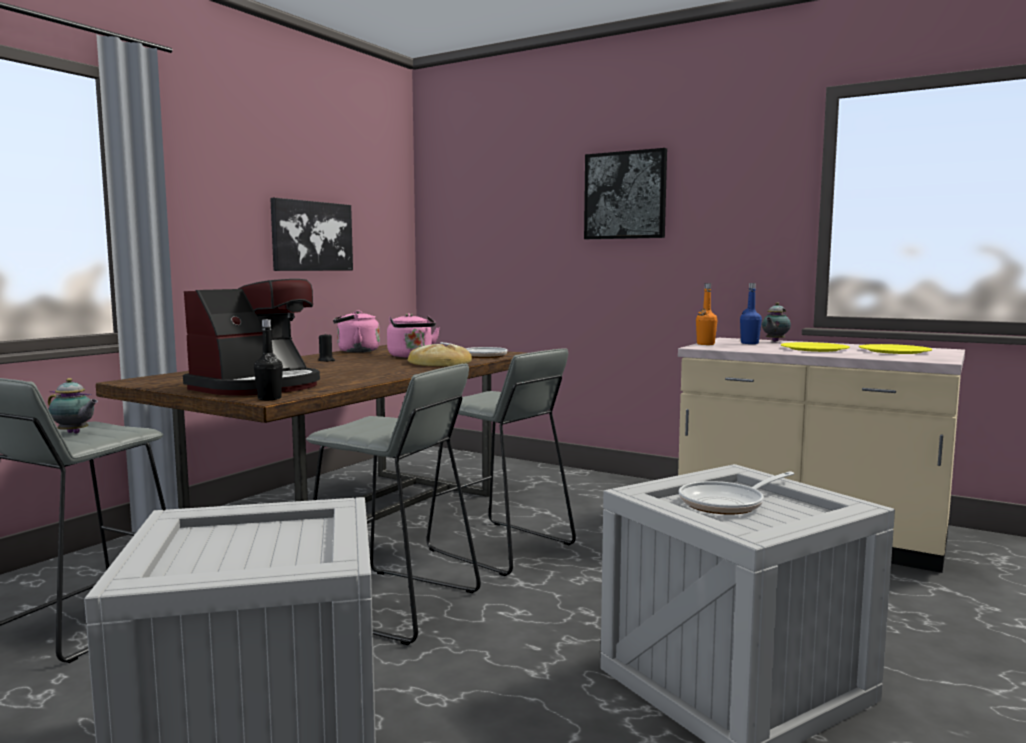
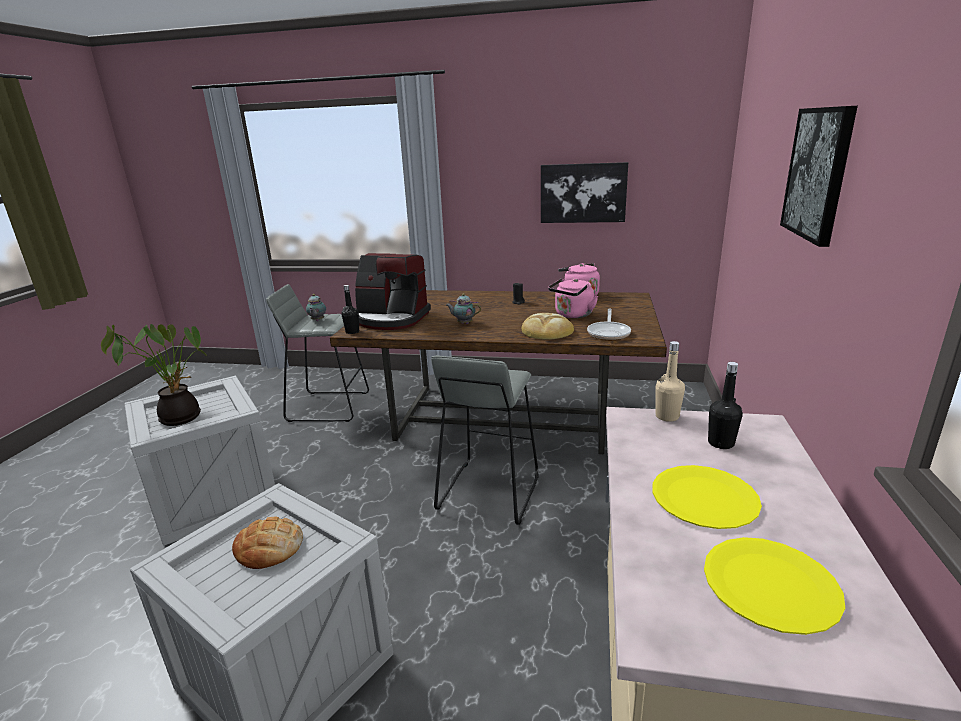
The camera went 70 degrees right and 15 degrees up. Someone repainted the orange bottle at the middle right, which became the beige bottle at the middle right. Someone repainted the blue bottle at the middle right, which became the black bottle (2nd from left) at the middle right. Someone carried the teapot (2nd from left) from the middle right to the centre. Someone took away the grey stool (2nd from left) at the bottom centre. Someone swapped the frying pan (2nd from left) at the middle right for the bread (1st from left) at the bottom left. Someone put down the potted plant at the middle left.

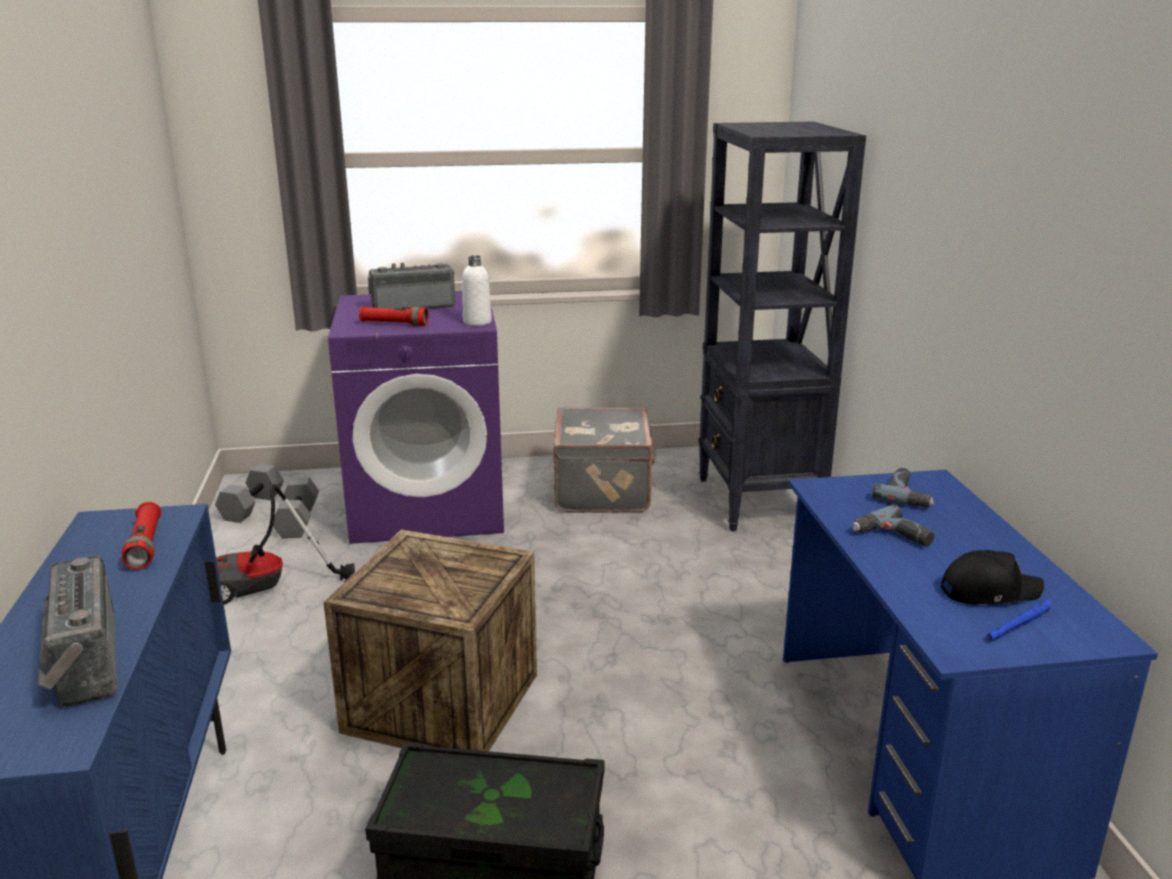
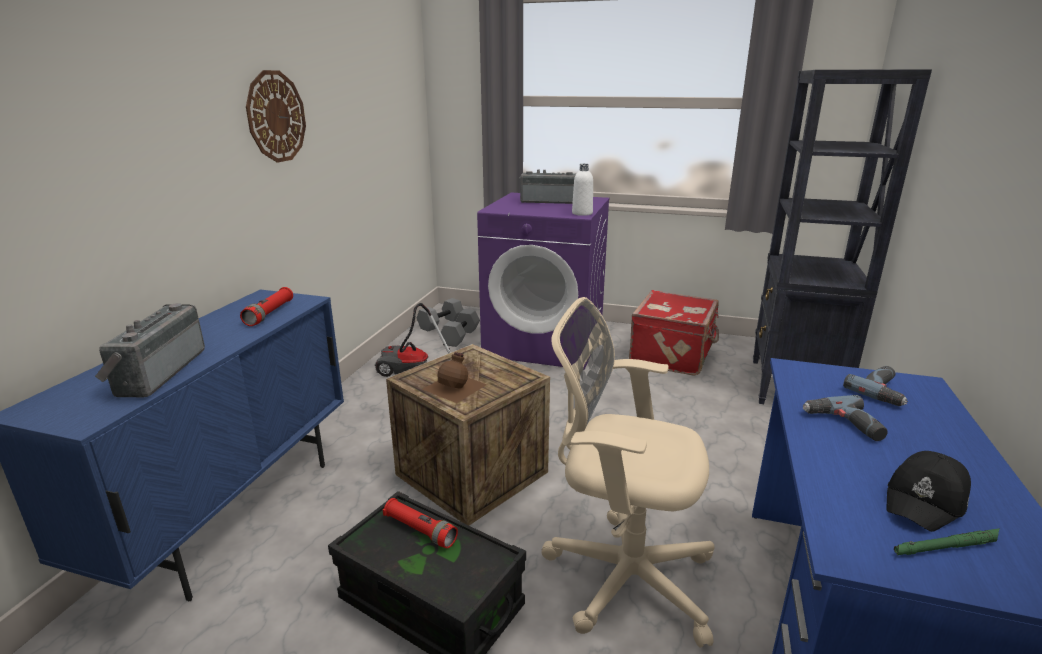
The camera went 25 degrees right and 0 degrees up. Someone carried the red flashlight (2nd from left) from the centre to the bottom centre. Someone repainted the grey suitcase at the centre, which became the red suitcase at the centre. Someone rotated the black cap at the middle right by 120 degrees clockwise. Someone repainted the blue flashlight at the bottom right, which became the green flashlight at the bottom right. Someone put up the wall clock at the top left. Someone put down the beige office chair at the bottom centre. Someone put down the brown bottle at the centre.

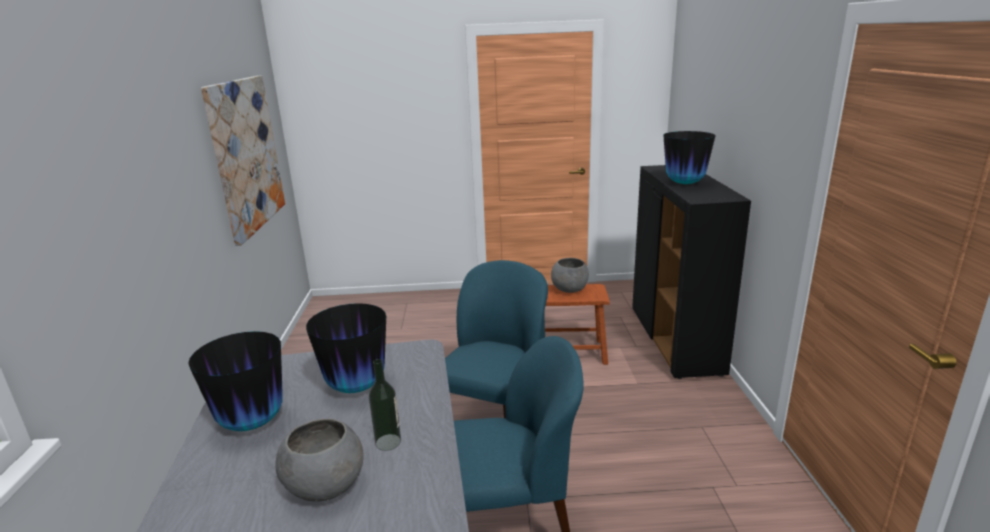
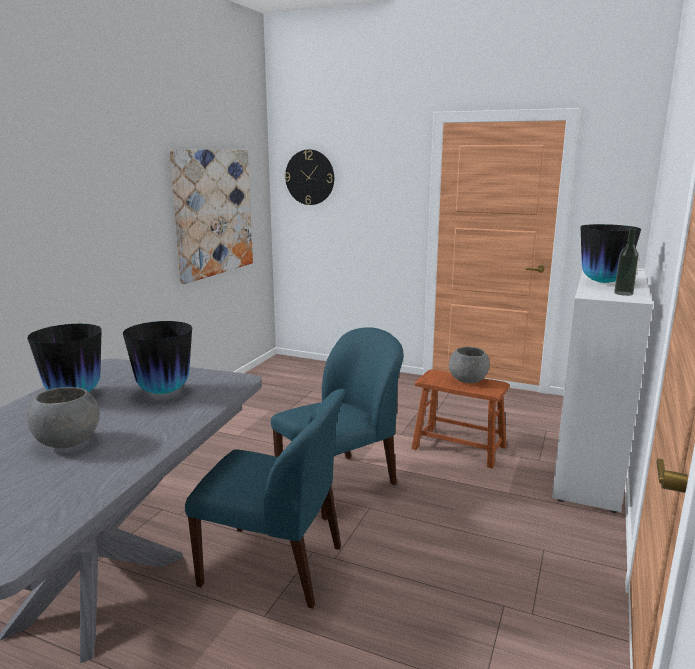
The camera went 25 degrees right and 5 degrees down. Someone repainted the black cabinet at the middle right, which became the white cabinet at the middle right. Someone carried the bottle from the bottom centre to the middle right. Someone put up the wall clock at the top centre.

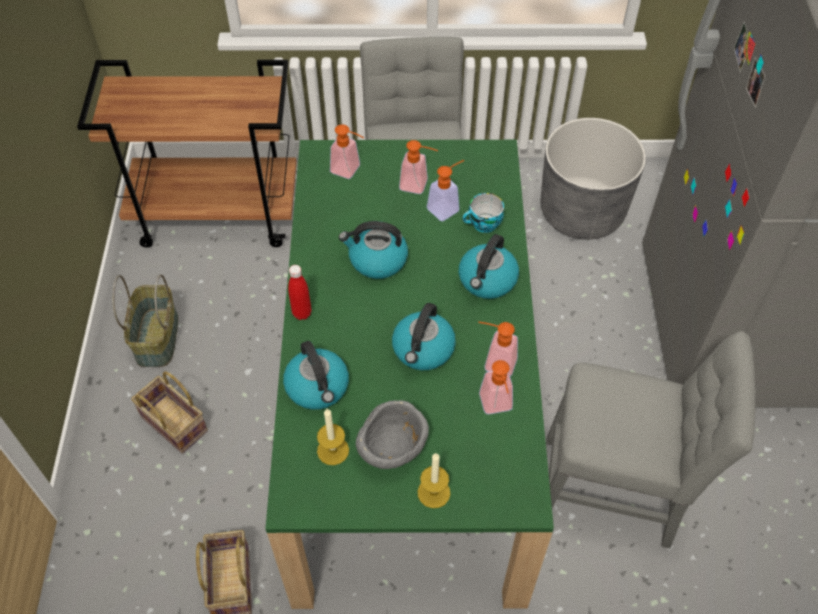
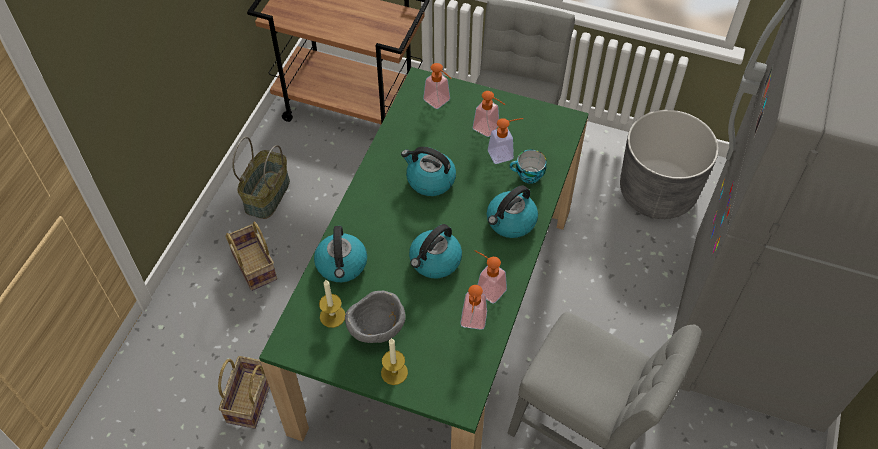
The camera went 20 degrees right and 0 degrees up. Someone took away the red bottle at the centre.

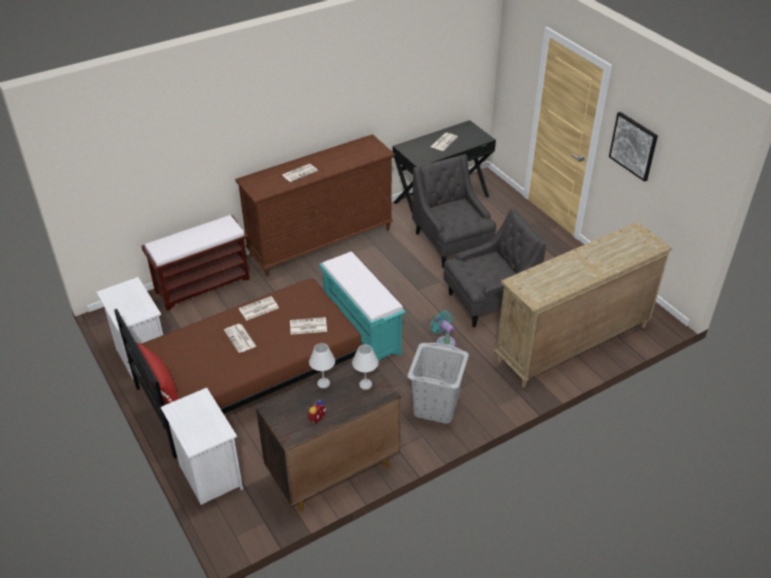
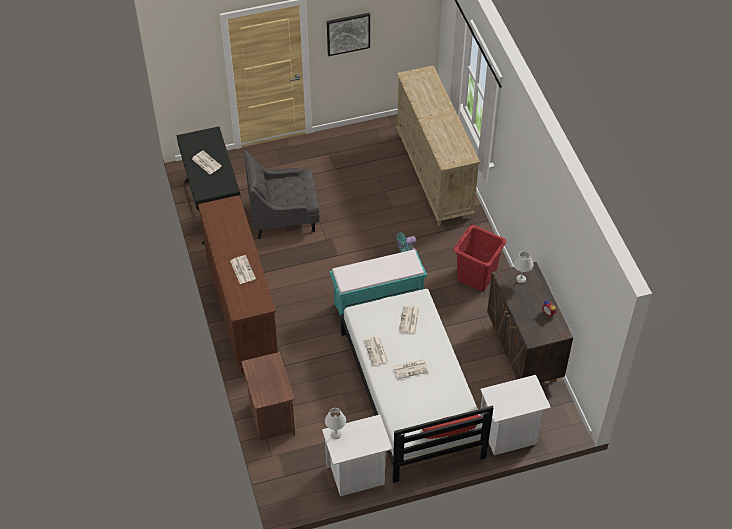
The camera went 75 degrees left and 10 degrees up. Someone took away the grey armchair (2nd from left) at the centre. Someone swapped the brown bench at the middle left for the brown nightstand at the bottom centre. Someone repainted the brown bed at the middle left, which became the white bed at the bottom centre. Someone carried the white table lamp (1st from left) from the centre to the bottom centre. Someone repainted the grey laundry basket at the centre, which became the red laundry basket at the centre.

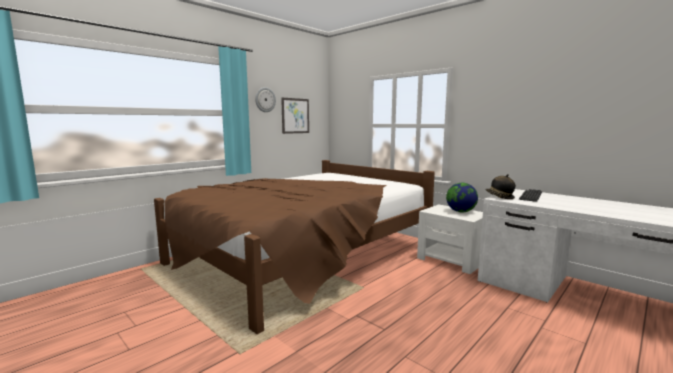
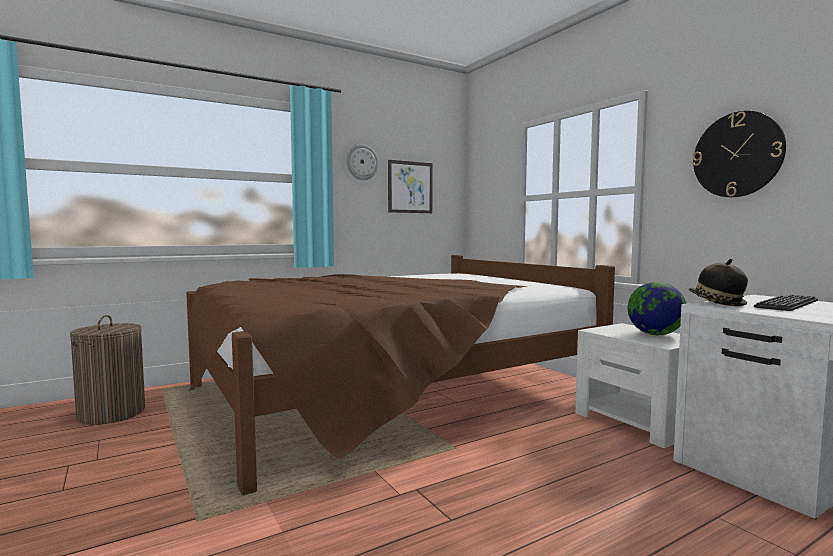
The camera went 15 degrees right and 5 degrees down. Someone put up the wall clock (2nd from left) at the top right. Someone put down the laundry basket at the middle left.

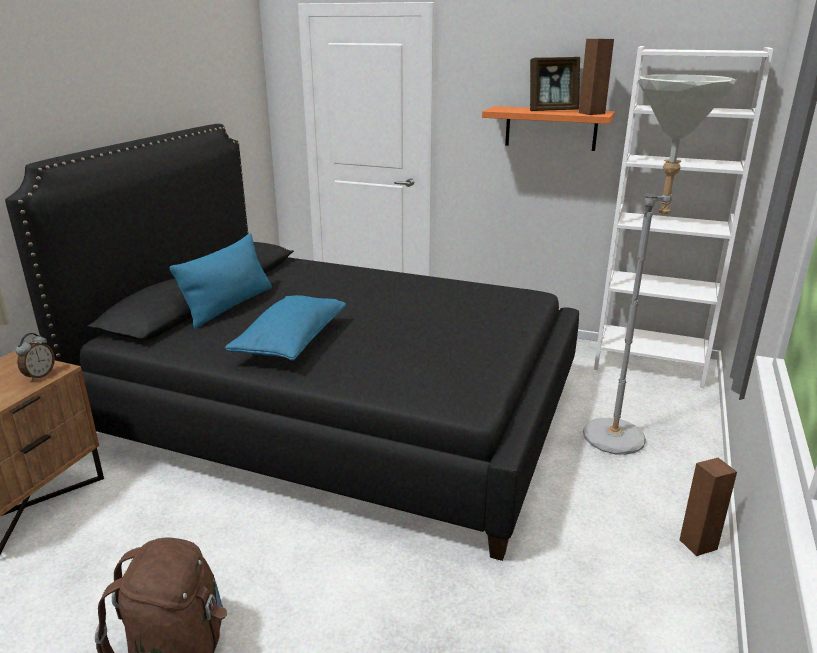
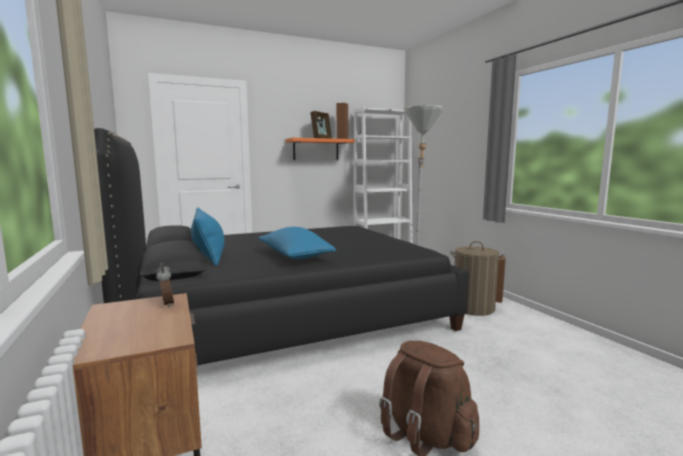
The camera went 45 degrees left and 15 degrees down. Someone put down the laundry basket at the middle right.

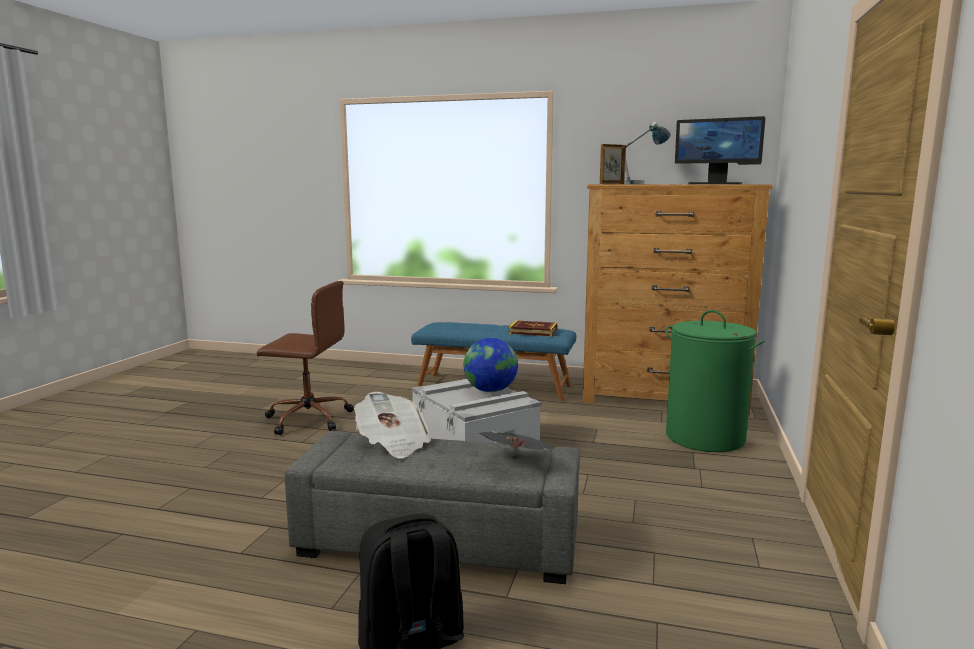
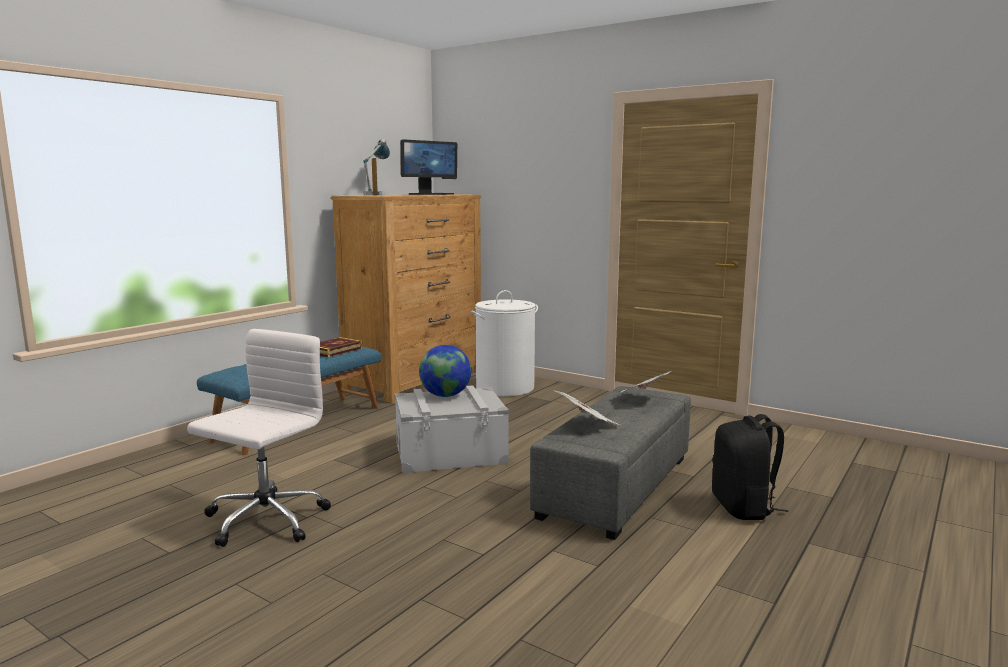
The camera went 70 degrees left and 0 degrees up. Someone repainted the brown office chair at the middle left, which became the white office chair at the middle left. Someone repainted the green laundry basket at the middle right, which became the white laundry basket at the centre.

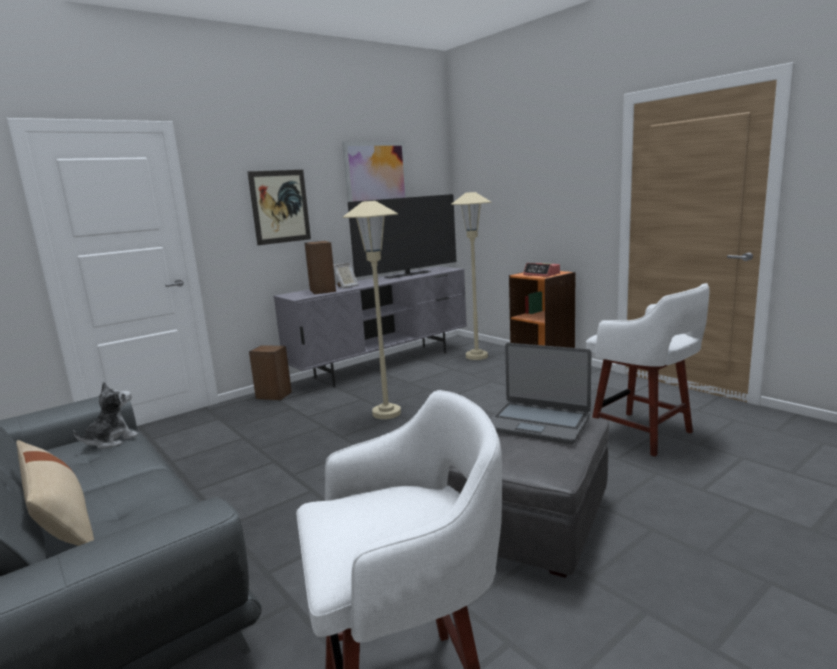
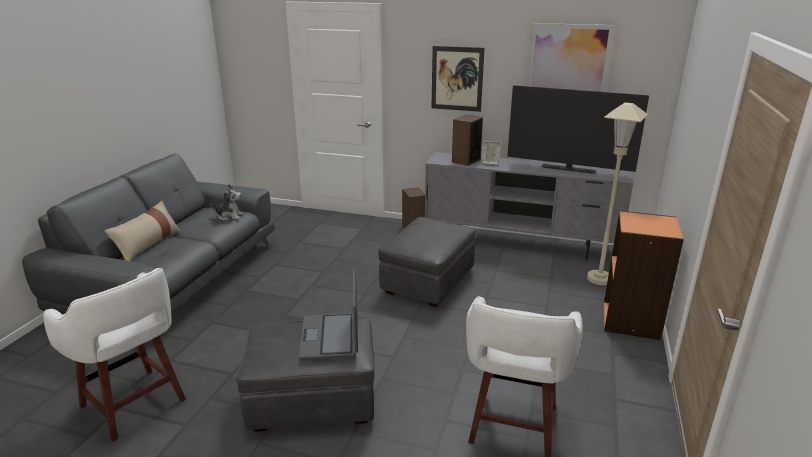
The camera went 55 degrees right and 10 degrees up. Someone swapped the beige floor lamp (1st from left) at the centre for the grey ottoman (2nd from left) at the centre. Someone took away the alarm clock at the centre.

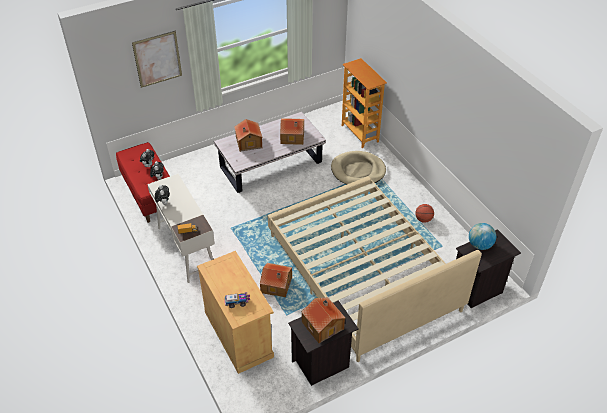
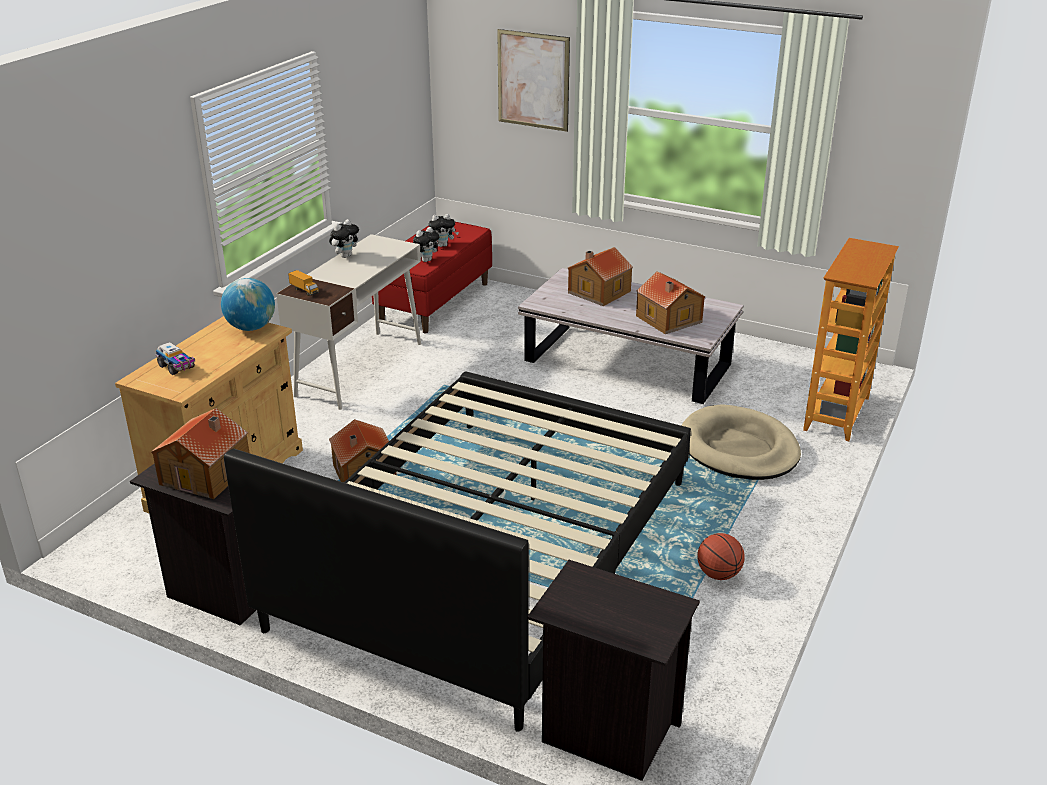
The camera went 55 degrees right and 15 degrees down. Someone repainted the beige bed at the centre, which became the black bed at the bottom centre. Someone carried the globe from the middle right to the middle left.

